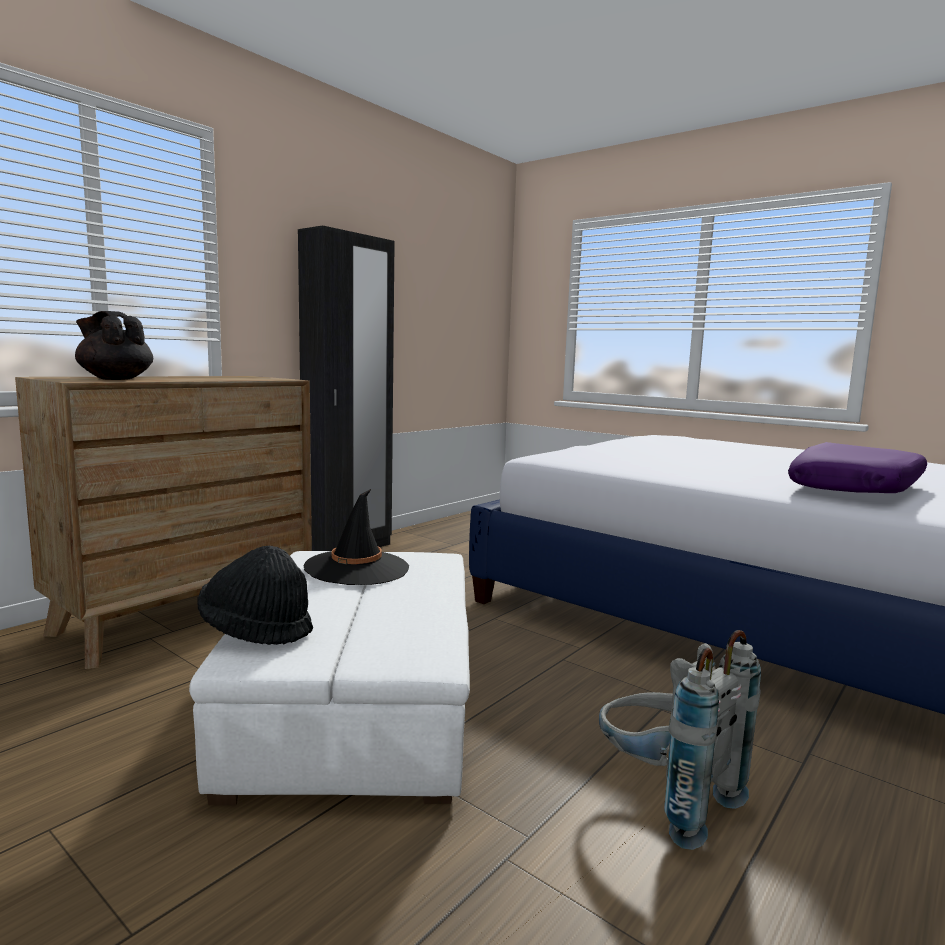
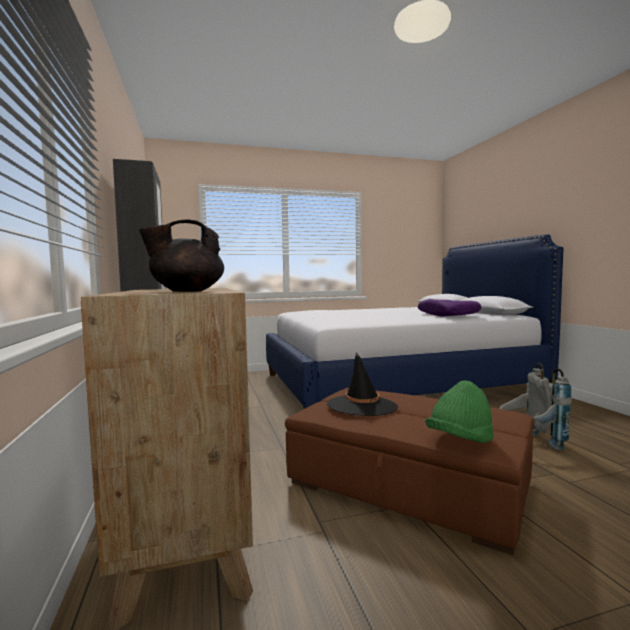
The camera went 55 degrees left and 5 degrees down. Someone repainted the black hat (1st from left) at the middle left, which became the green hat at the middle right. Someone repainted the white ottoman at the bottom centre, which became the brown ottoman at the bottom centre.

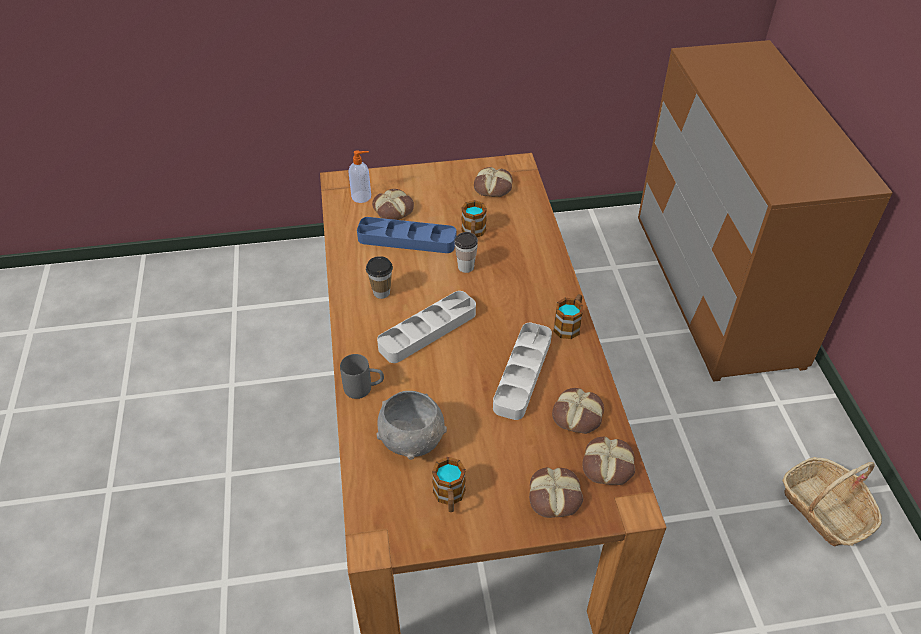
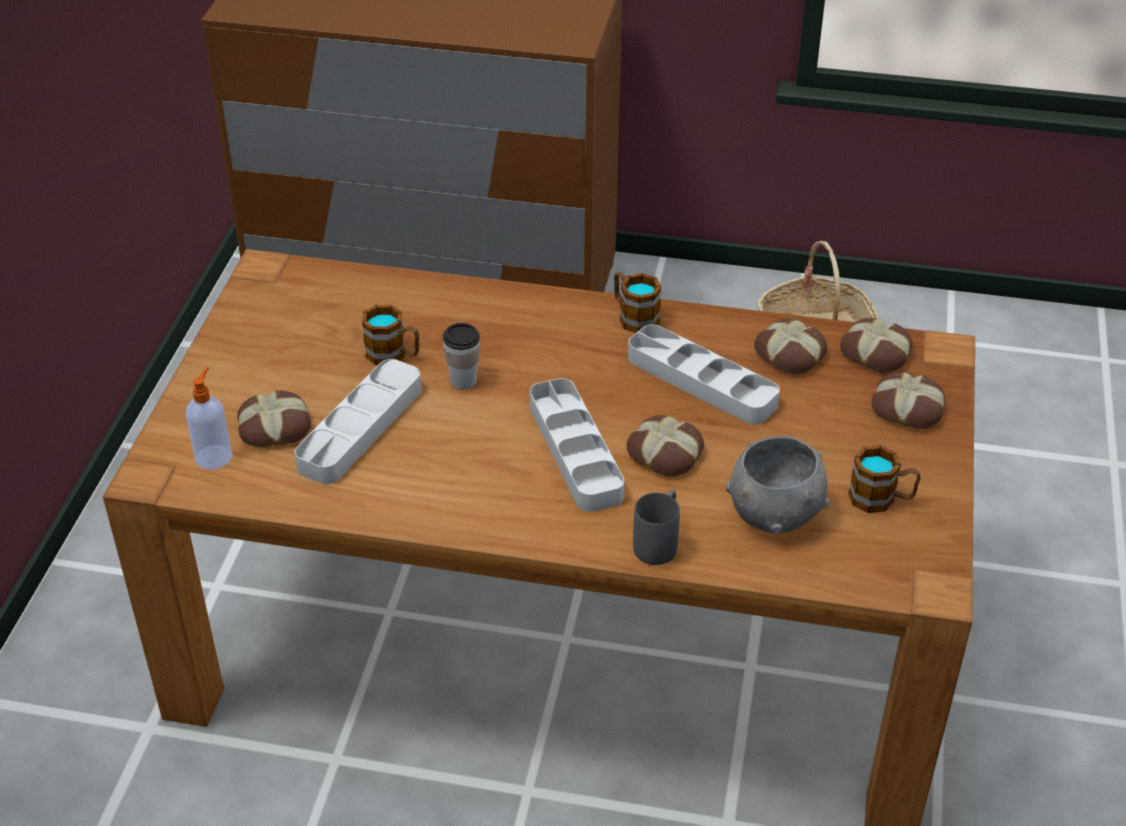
The camera went 70 degrees left and 5 degrees down. Someone carried the bread (2nd from left) from the top centre to the centre. Someone repainted the blue tray at the centre, which became the grey tray (1st from left) at the middle left. Someone took away the cup (1st from left) at the centre.

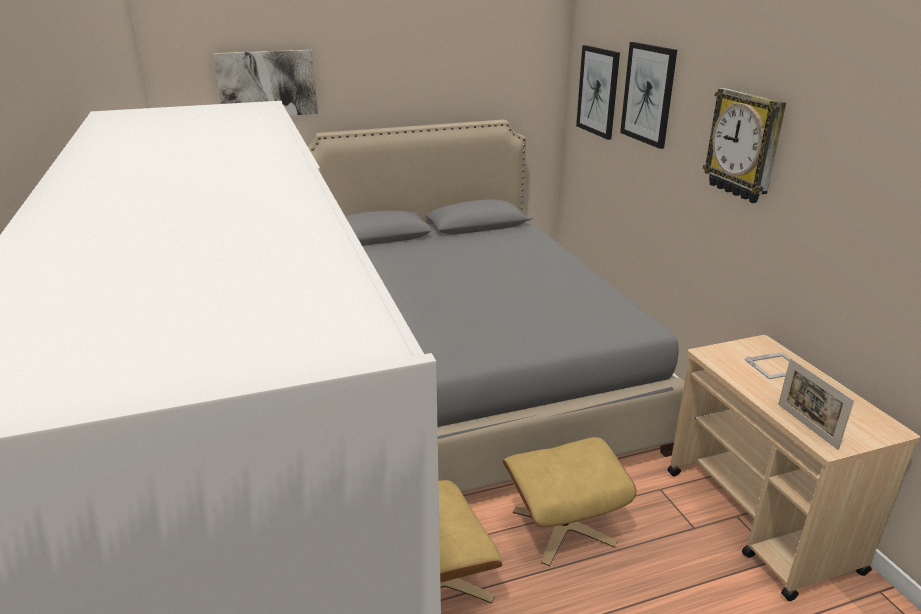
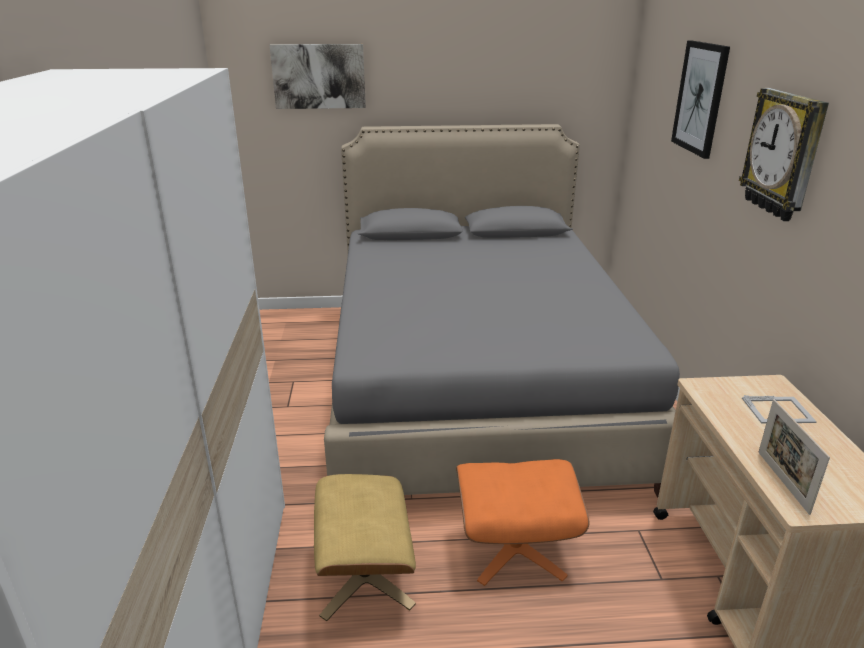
The camera went 15 degrees right and 0 degrees up. Someone took away the picture (2nd from left) at the top centre. Someone repainted the beige ottoman (2nd from left) at the bottom centre, which became the orange ottoman at the bottom centre.

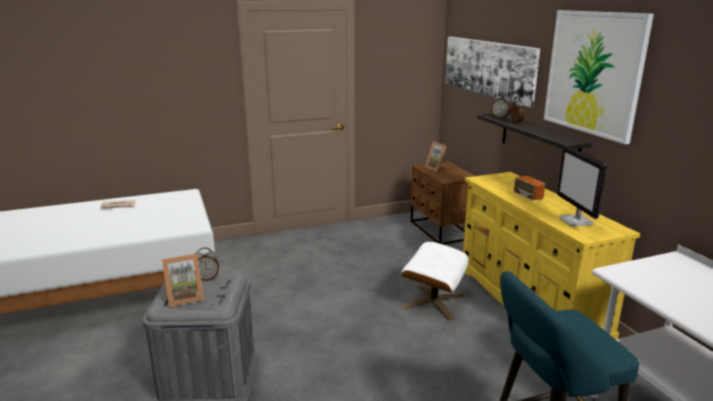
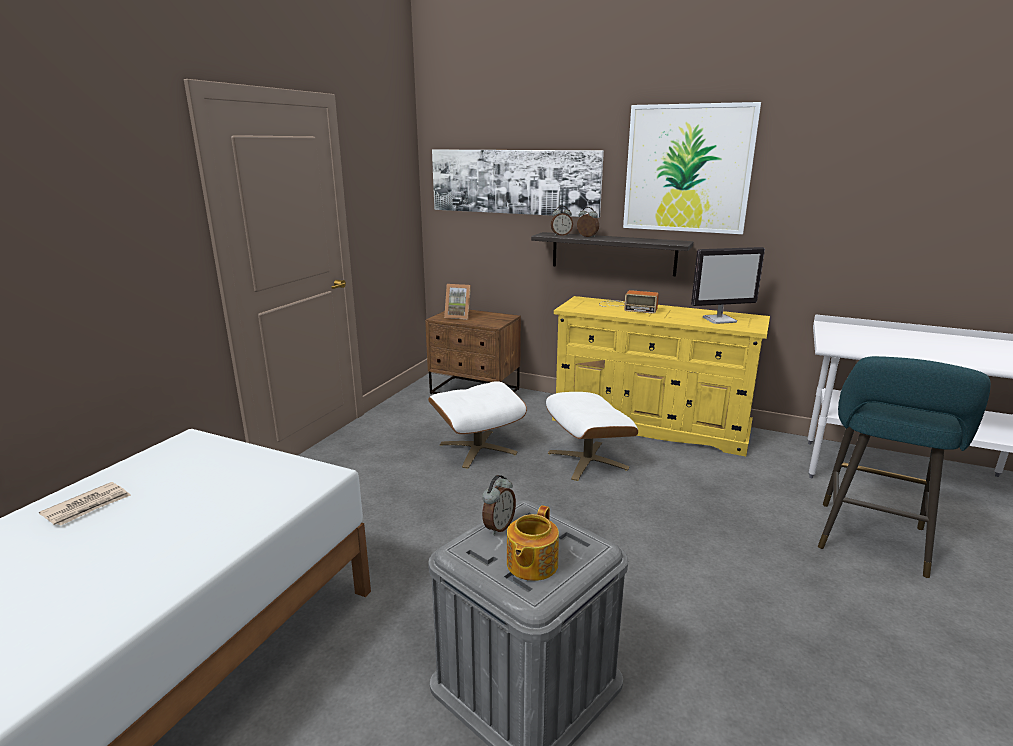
The camera went 45 degrees left and 0 degrees up. Someone rotated the monitor at the middle right by 45 degrees counterclockwise. Someone swapped the picture frame (1st from left) at the bottom left for the teapot at the bottom centre. Someone put down the white ottoman (1st from left) at the centre.

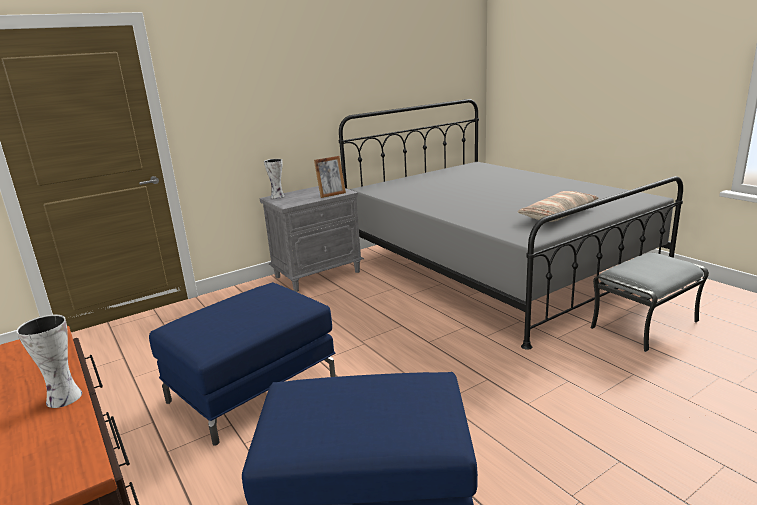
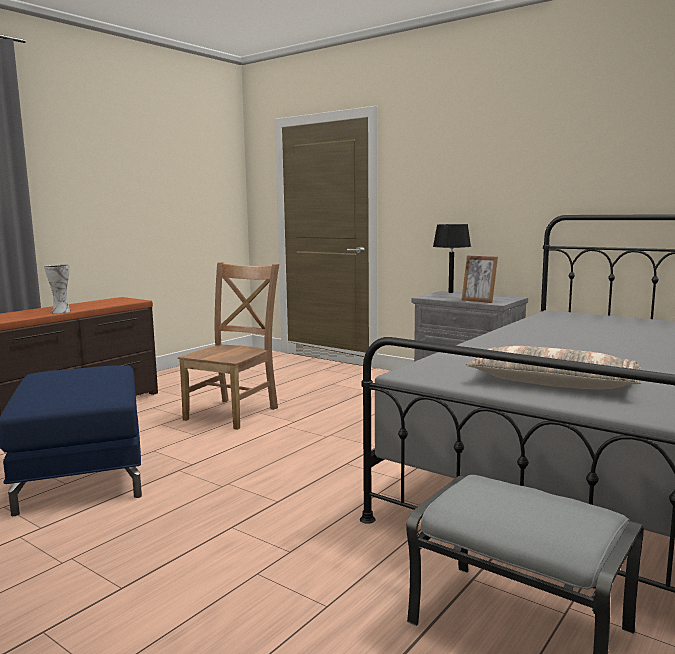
The camera went 70 degrees right and 10 degrees down. Someone swapped the vase (2nd from left) at the centre for the black table lamp at the middle right. Someone swapped the blue ottoman (1st from left) at the bottom left for the brown chair at the centre.

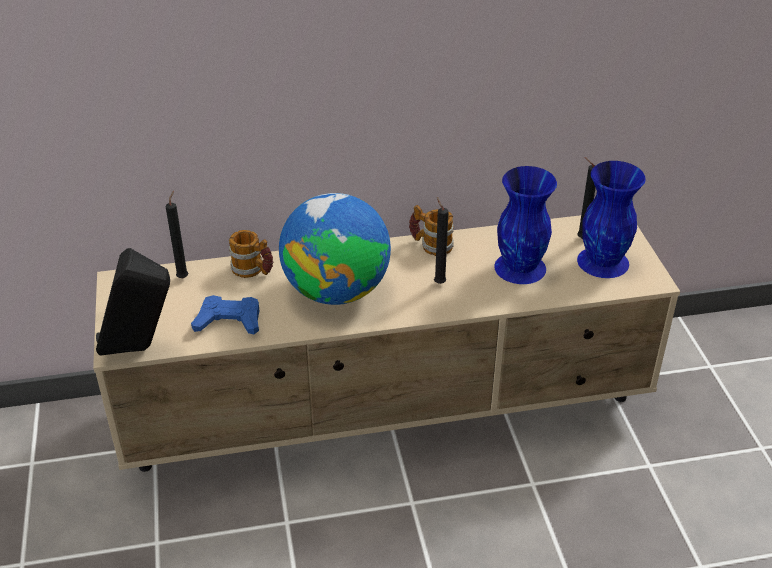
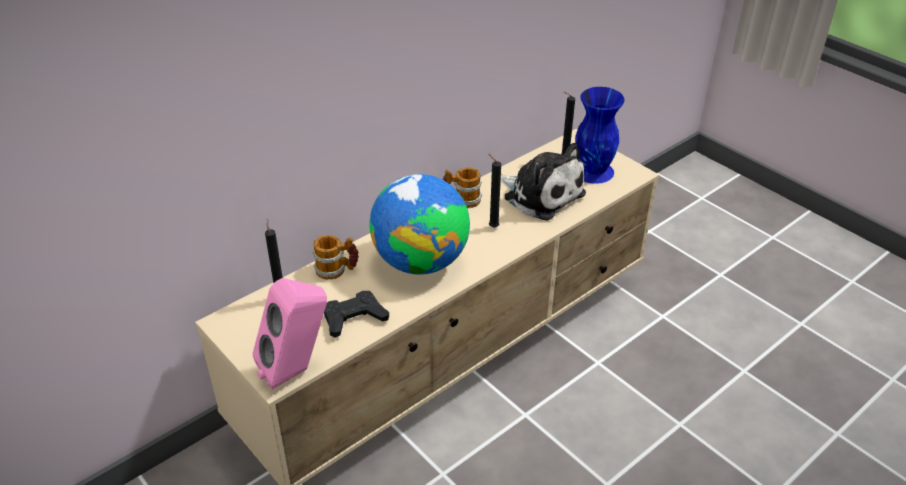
The camera went 30 degrees left and 0 degrees up. Someone swapped the blue vase (1st from left) at the middle right for the plush toy at the centre. Someone repainted the black speaker at the middle left, which became the pink speaker at the bottom left. Someone repainted the blue game controller at the middle left, which became the black game controller at the centre.

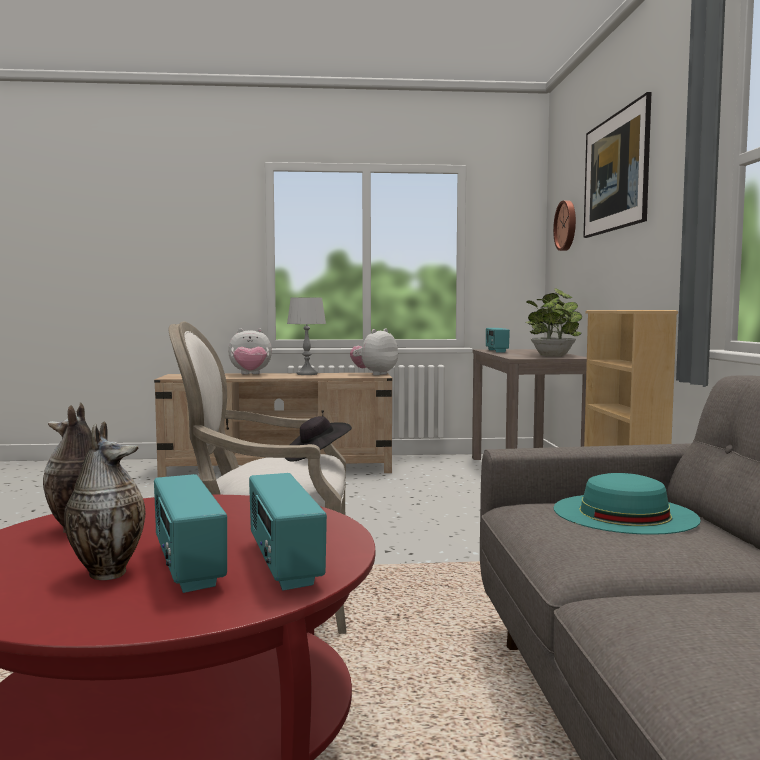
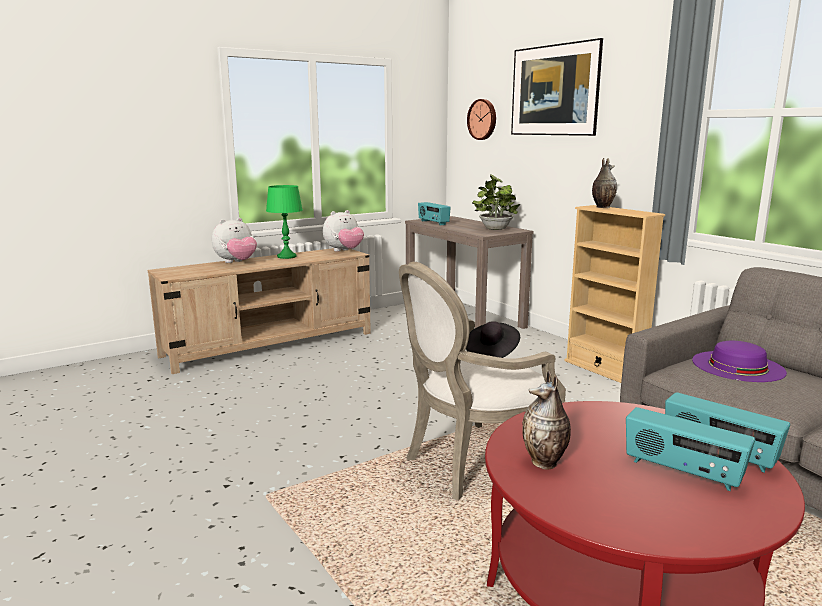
The camera went 30 degrees left and 10 degrees up. Someone repainted the grey table lamp at the centre, which became the green table lamp at the centre. Someone rotated the plush toy (2nd from left) at the centre by 135 degrees counterclockwise. Someone carried the vase (2nd from left) from the middle left to the top right. Someone repainted the turquoise hat at the middle right, which became the purple hat at the middle right.

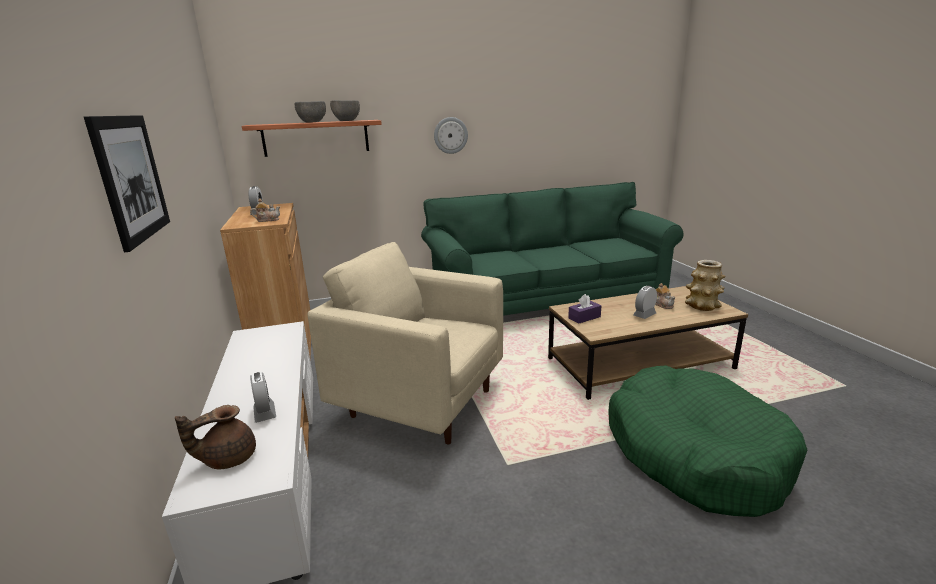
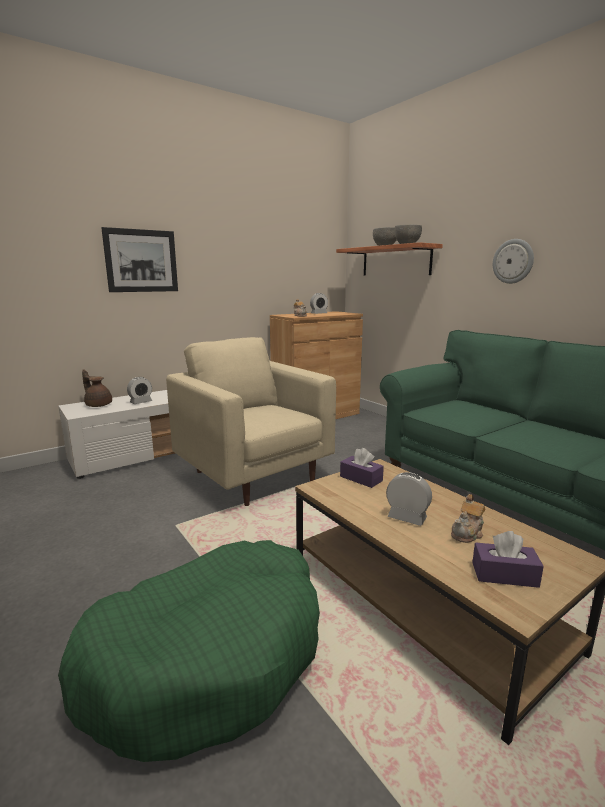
The camera went 70 degrees right and 5 degrees down. Someone rotated the beige armchair at the centre by 45 degrees counterclockwise. Someone swapped the vase at the middle right for the purple tissue box (2nd from left) at the bottom right.

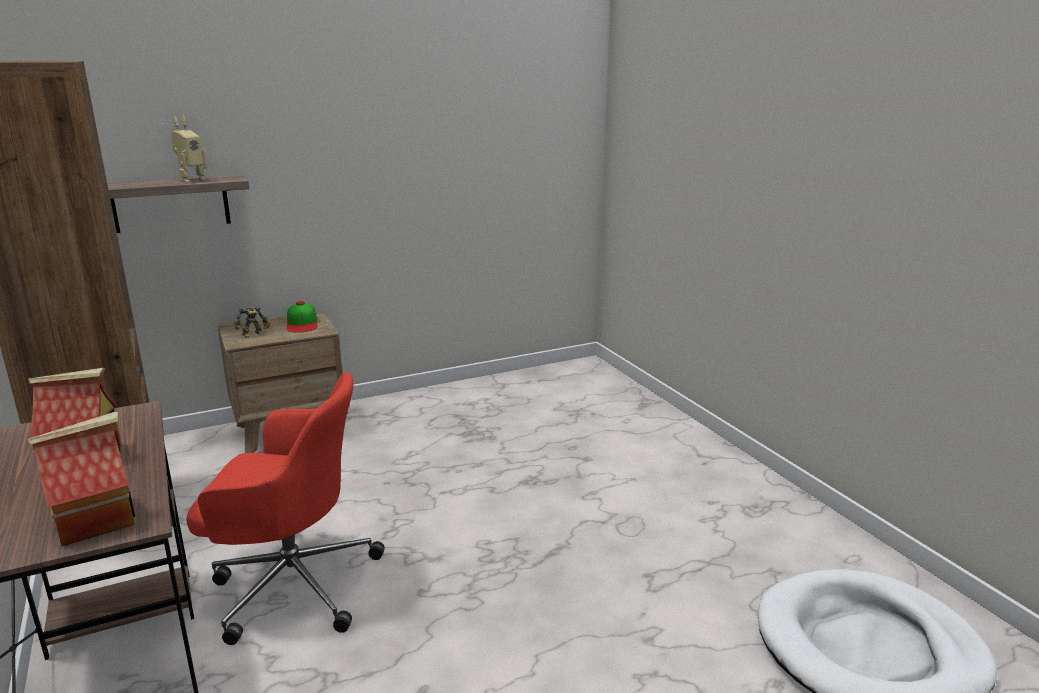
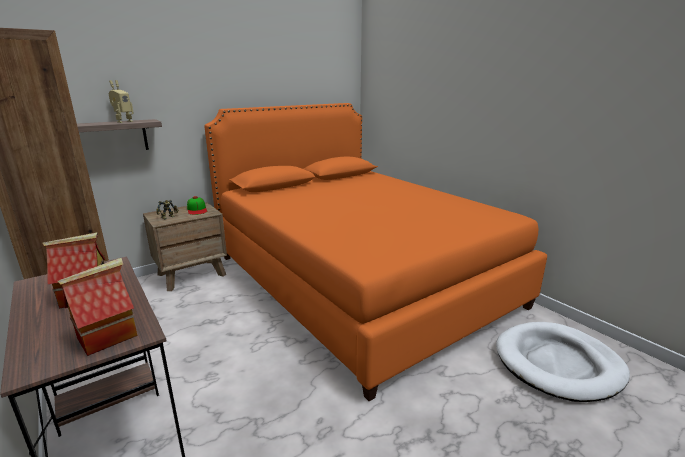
The camera went 10 degrees left and 0 degrees up. Someone took away the red office chair at the bottom left. Someone put down the orange bed at the centre.

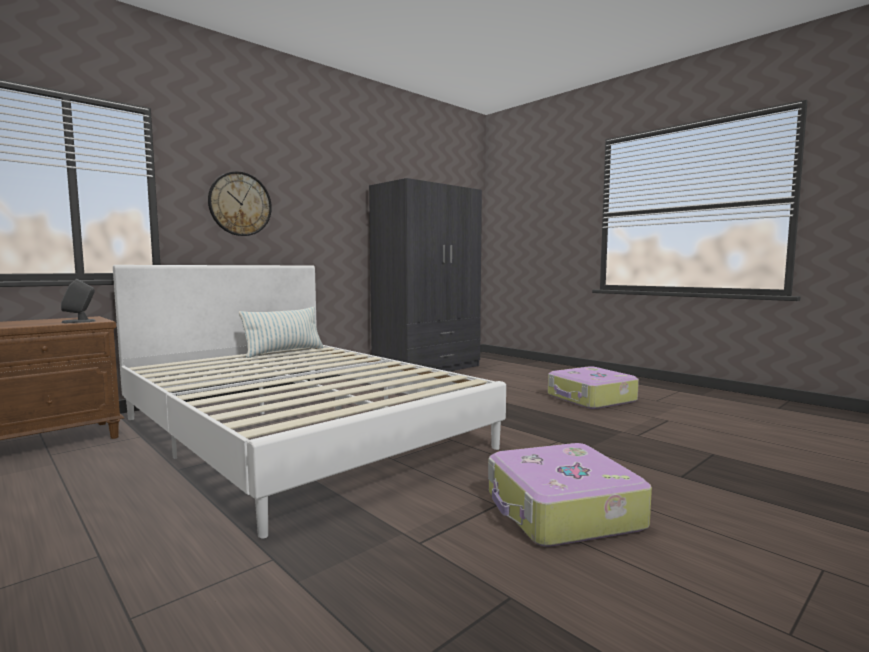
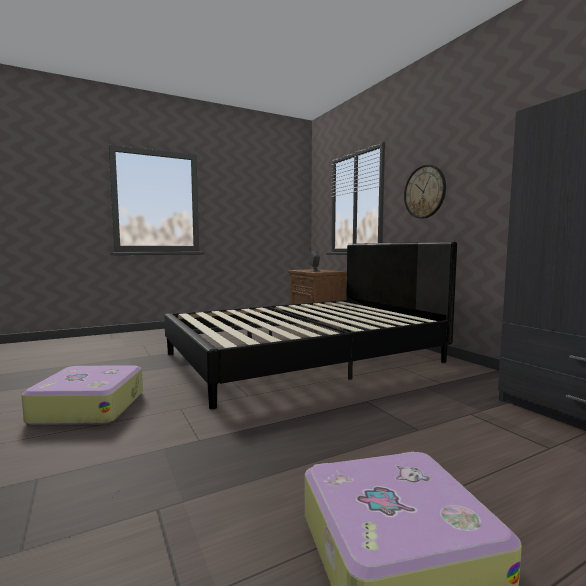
The camera went 105 degrees right and 0 degrees up. Someone repainted the white bed at the centre, which became the black bed at the centre. Someone took away the pillow at the middle left.

